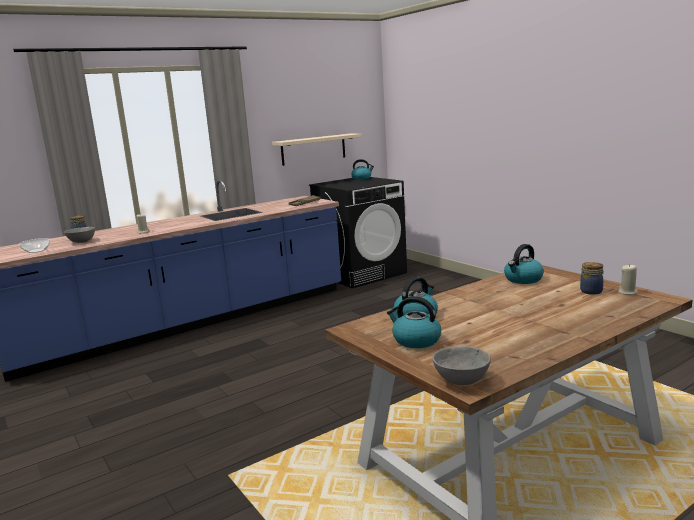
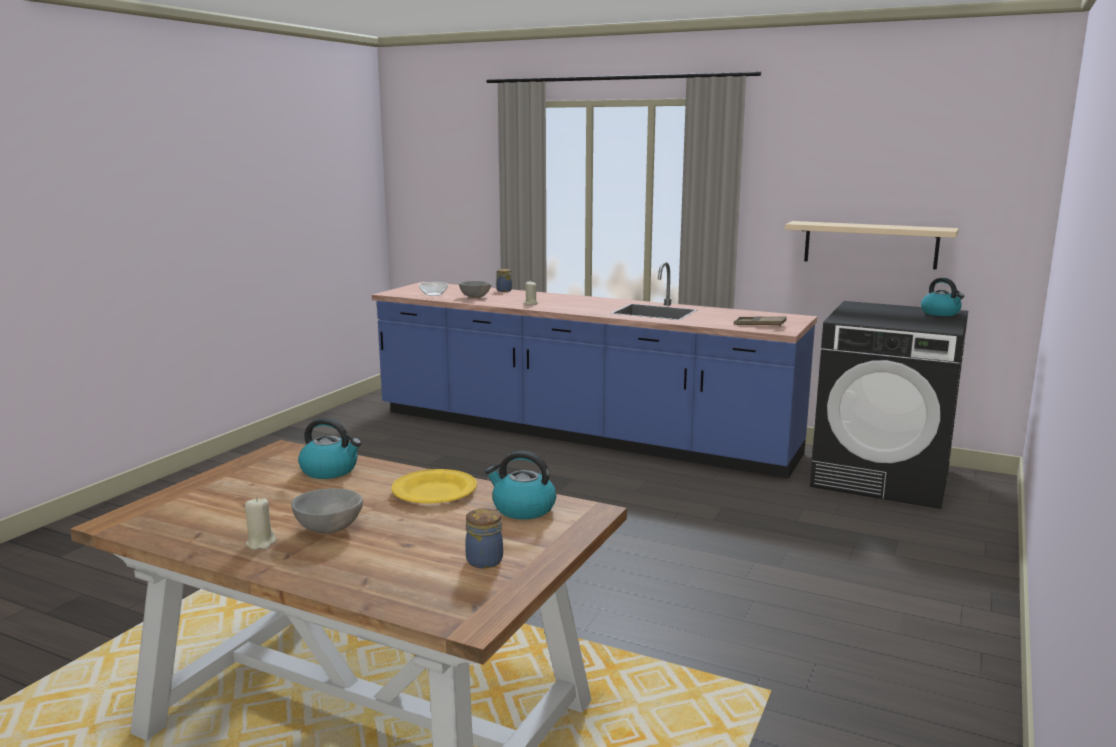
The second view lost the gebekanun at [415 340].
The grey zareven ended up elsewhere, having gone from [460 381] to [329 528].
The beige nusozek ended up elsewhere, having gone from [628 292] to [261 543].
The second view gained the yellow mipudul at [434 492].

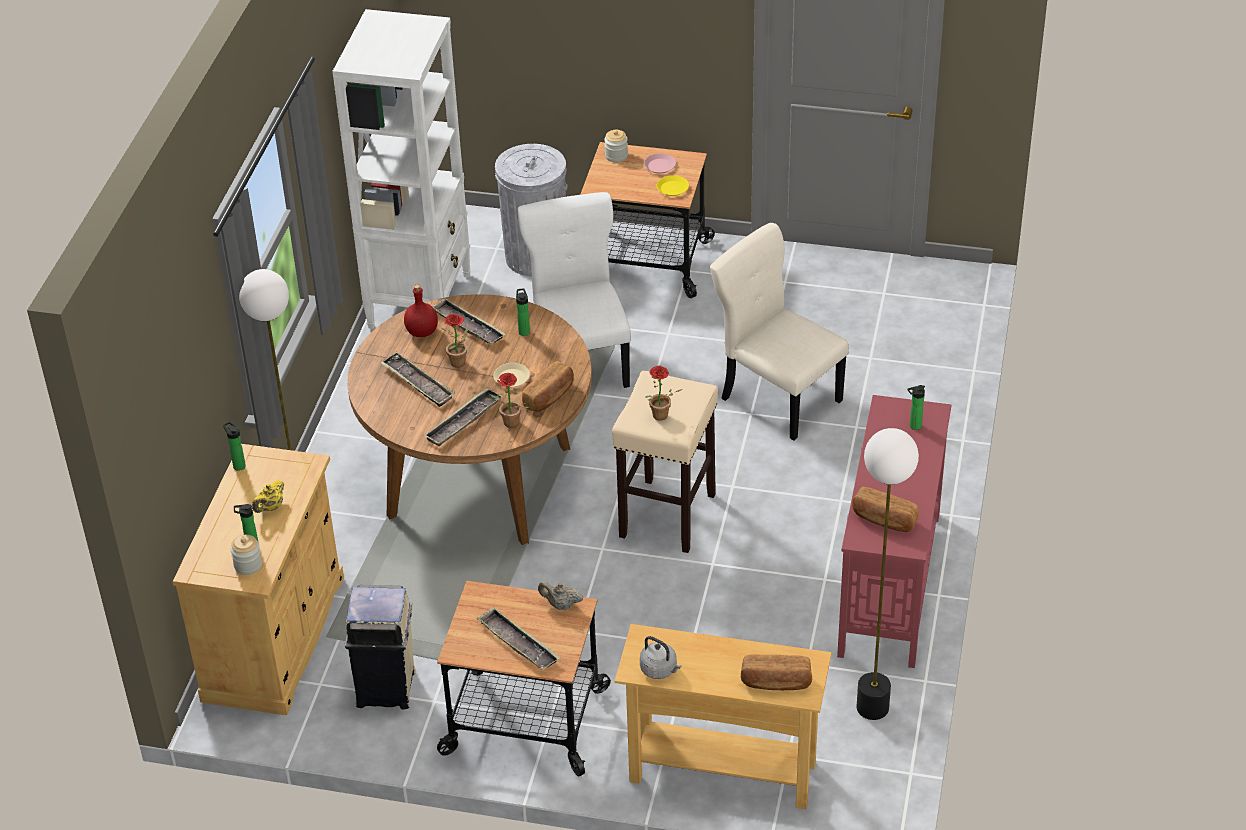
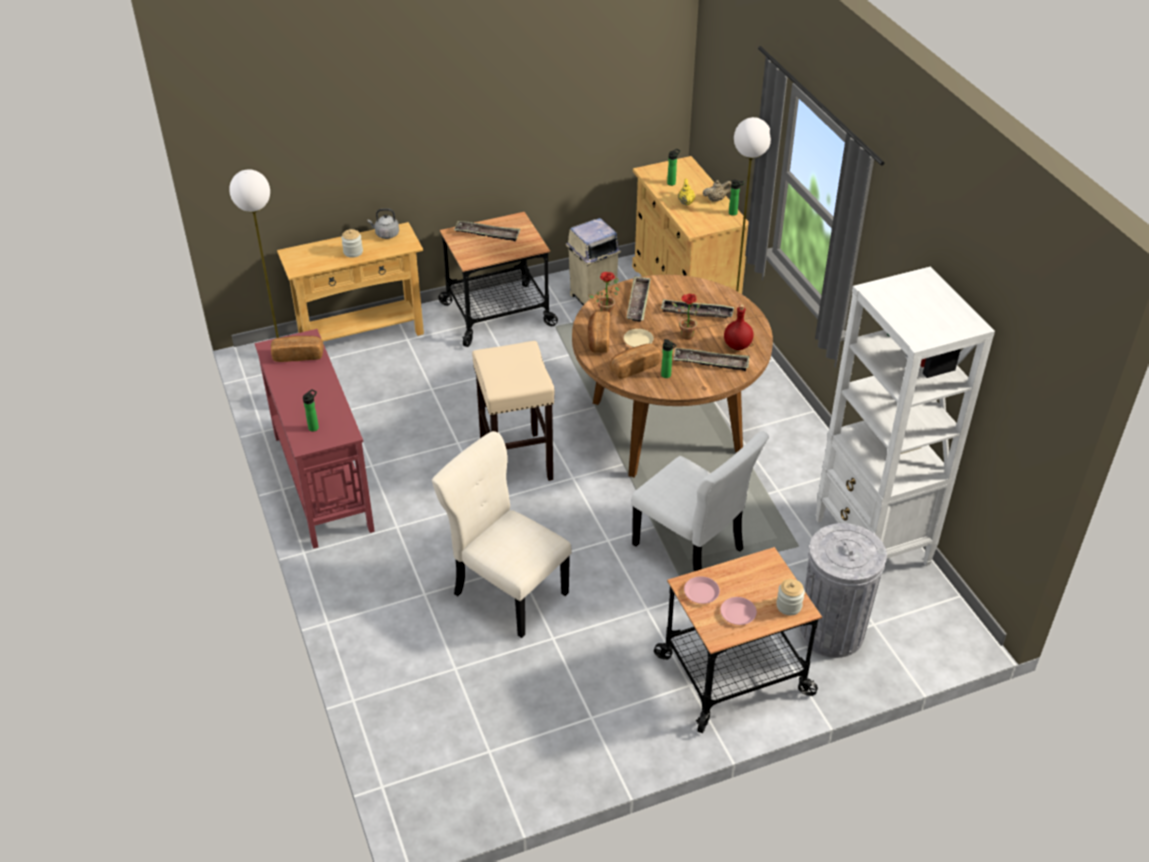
The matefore ended up elsewhere, having gone from [248 565] to [353 252].
The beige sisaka ended up elsewhere, having gone from [561 605] to [716 199].
The second view lost the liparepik at [660 418].
What was the yellow mipudul at [672 188] turned into the pink mipudul at [701 592].
The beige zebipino at [777 397] ended up facing another way, 150 degrees counterclockwise from before.
The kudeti ended up elsewhere, having gone from [776 682] to [634 367].

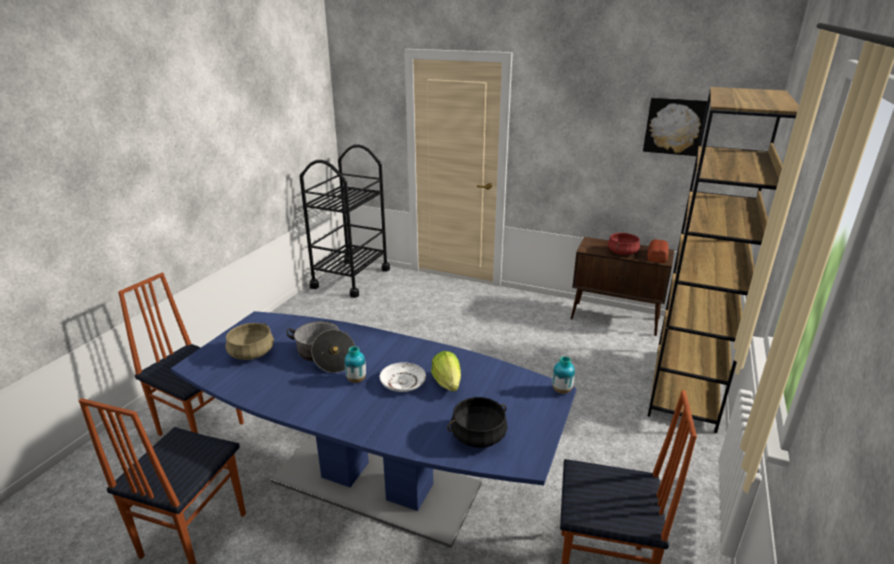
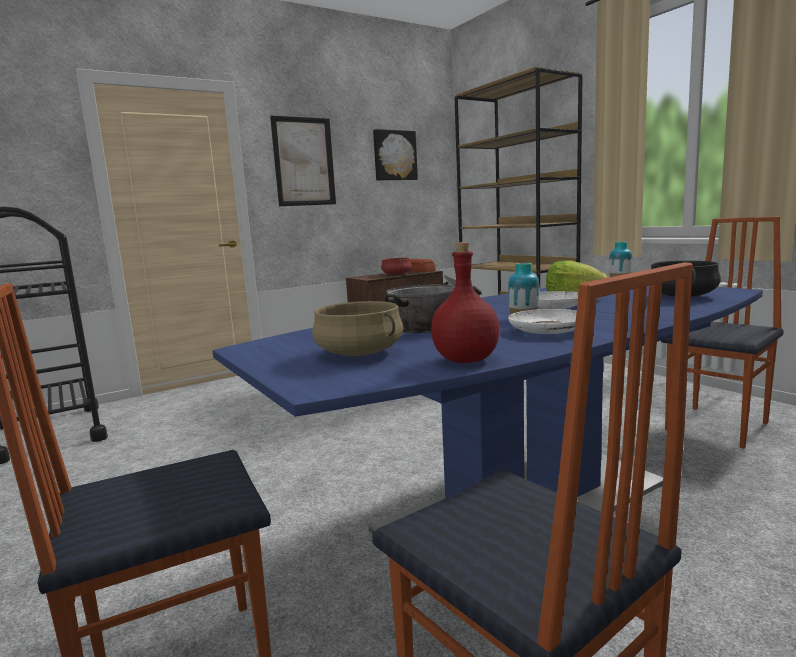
The second view gained the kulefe at [304 162].
The second view gained the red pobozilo at [465 360].
The second view gained the white mipudul at [547 330].

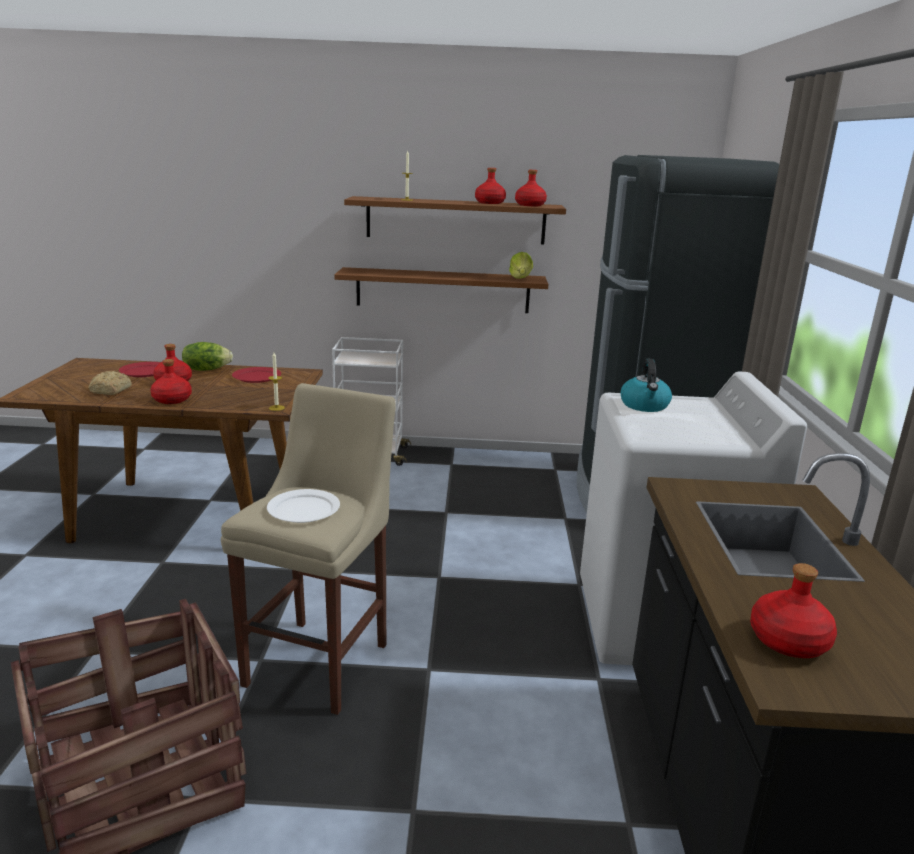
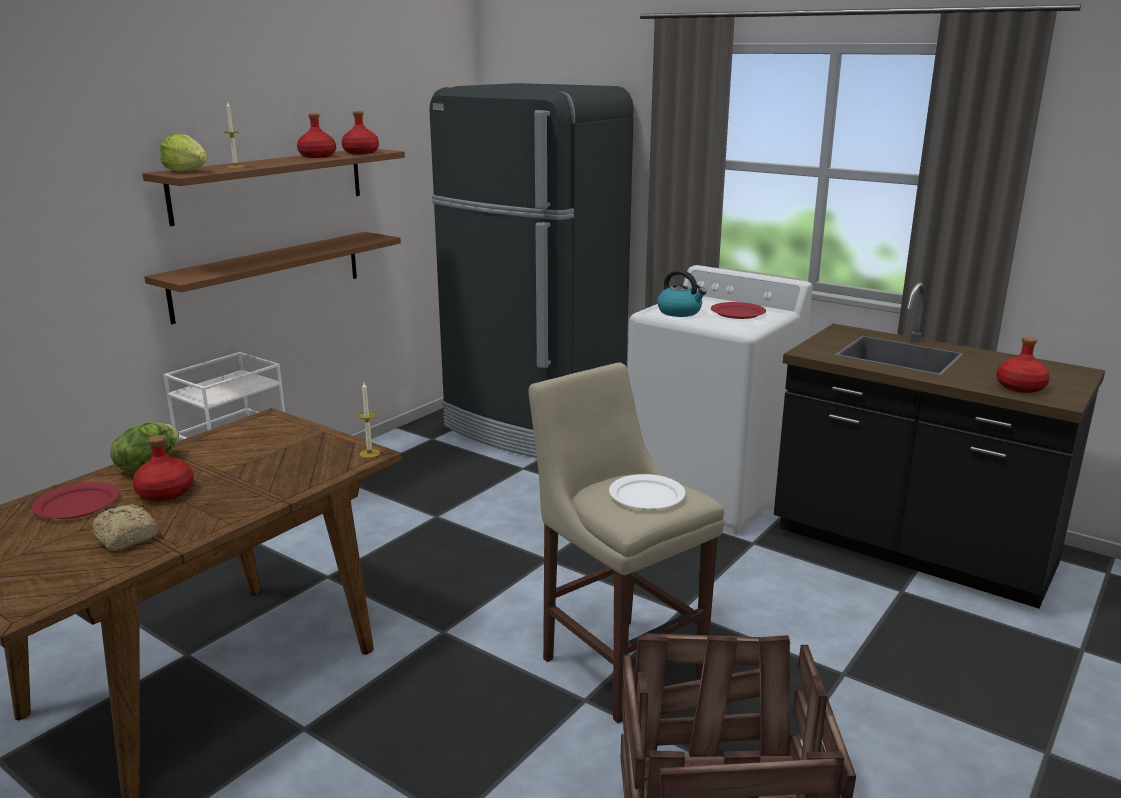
The second view lost the red pobozilo at [172 399].
The red mipudul ended up elsewhere, having gone from [256 377] to [738 313].
The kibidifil ended up elsewhere, having gone from [520 278] to [187 171].

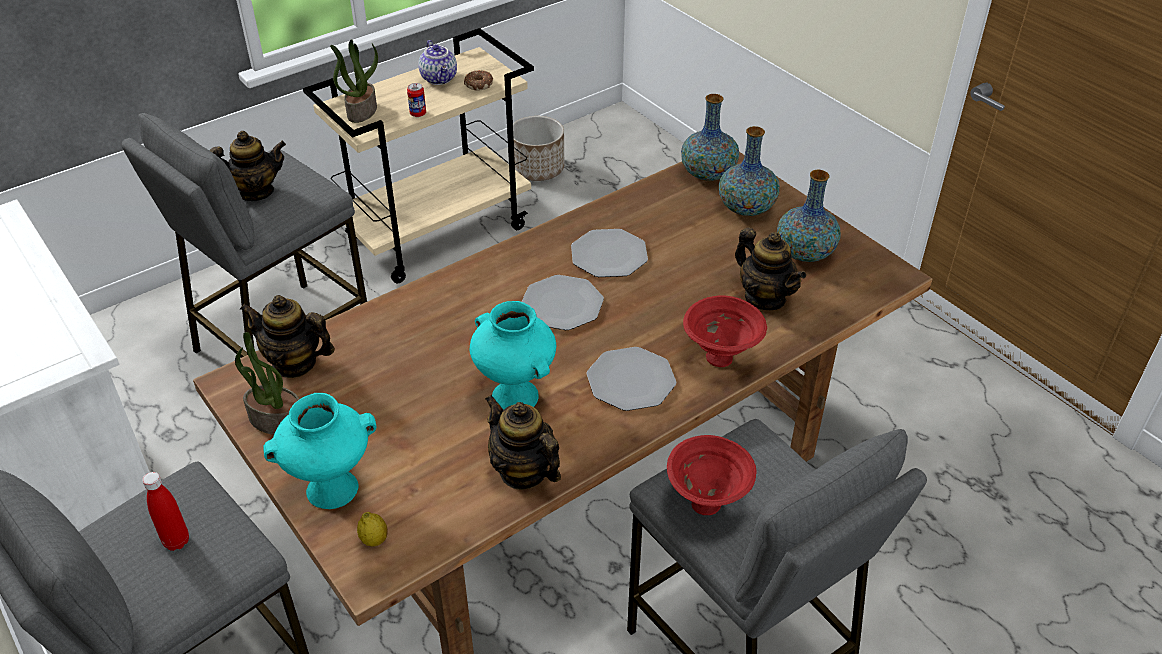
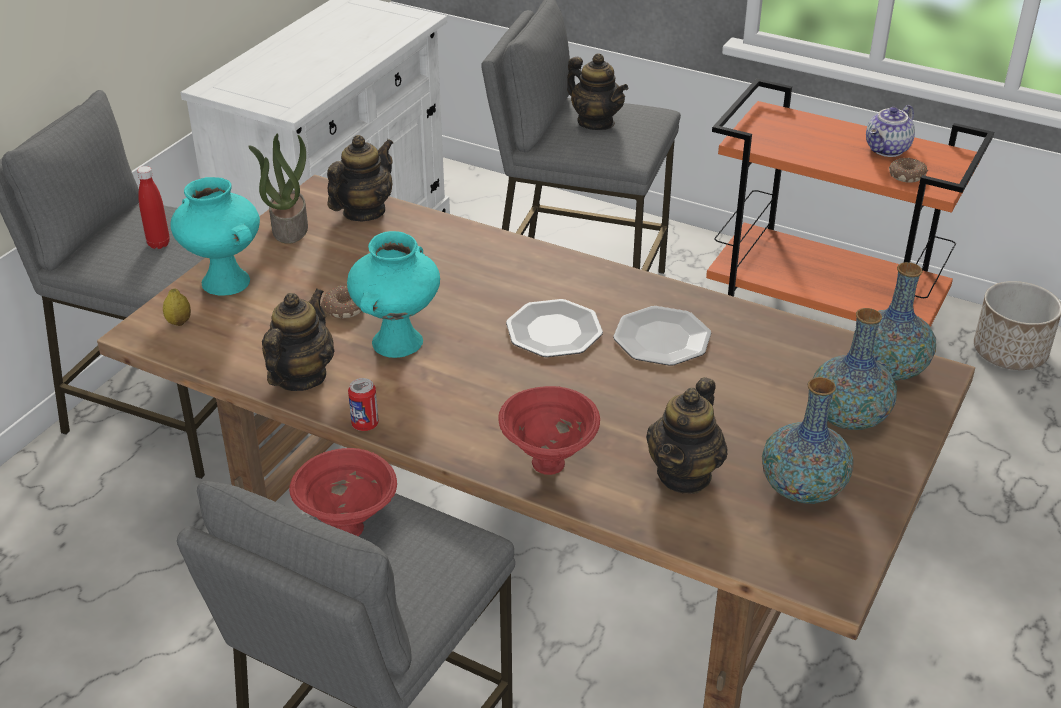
The sisaka at [294 363] ended up facing another way, 45 degrees clockwise from before.
What was the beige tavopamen at [438 231] turned into the orange tavopamen at [824 321].
The second view lost the liparepik at [361 111].
The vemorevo ended up elsewhere, having gone from [418 114] to [365 424].
The second view lost the mipudul at [631 380].
The second view gained the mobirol at [343 308].

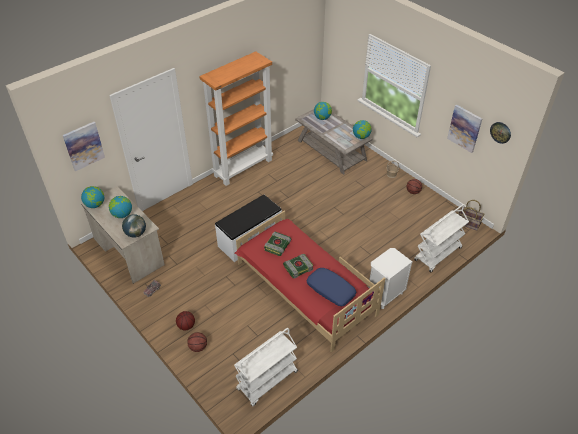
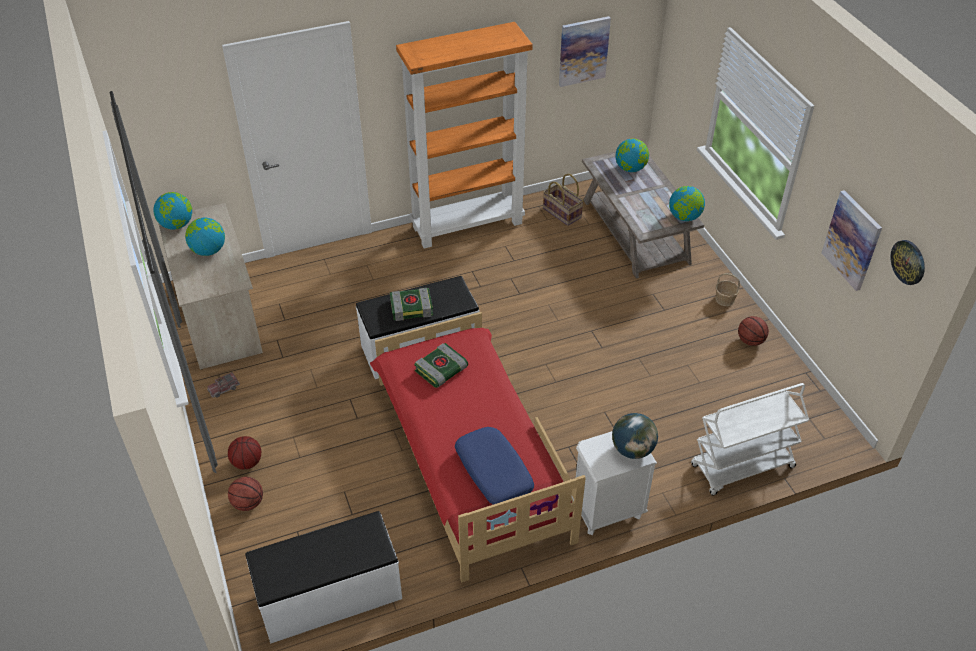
The kulefe ended up elsewhere, having gone from [84 146] to [583 51].
The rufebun ended up elsewhere, having gone from [135 233] to [632 449].
Where the white tavopamen stood at [267 381], the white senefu came to stand at [330 596].
The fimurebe ended up elsewhere, having gone from [298 267] to [412 307].
The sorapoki ended up elsewhere, having gone from [468 223] to [562 213].

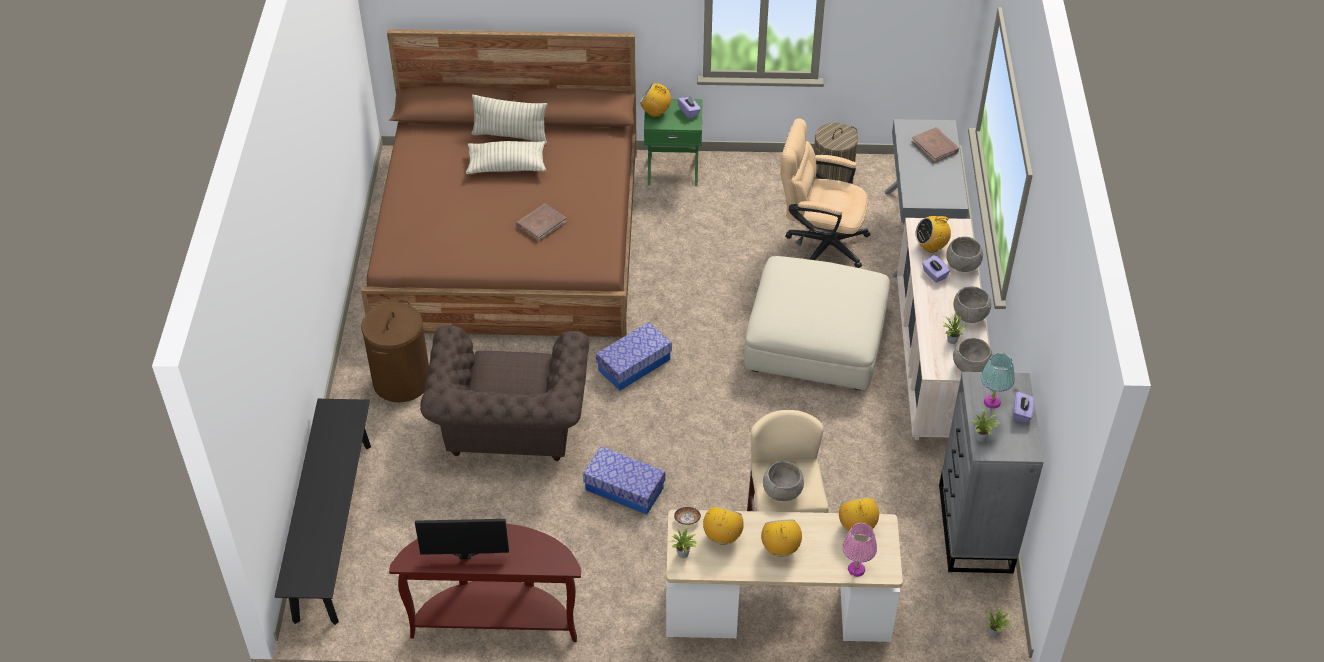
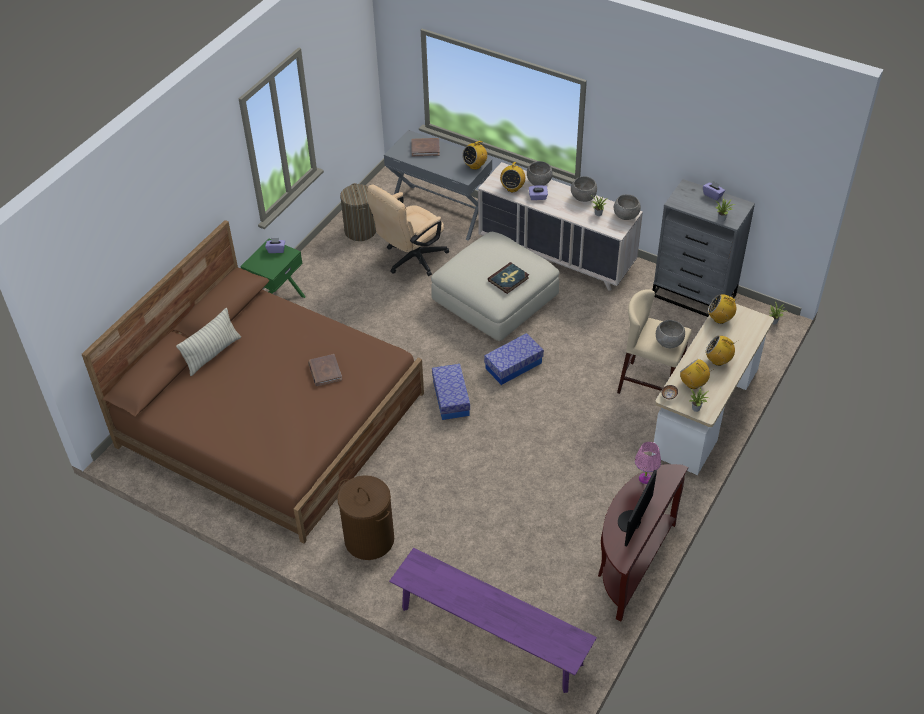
What was the black senefu at [333 530] turned into the purple senefu at [490 636].
The second view lost the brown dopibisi at [510 428].
The second view lost the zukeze at [507 166].
The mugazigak ended up elsewhere, having gone from [624 489] to [513 366].
The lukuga ended up elsewhere, having gone from [655 112] to [475 165].
The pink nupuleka ended up elsewhere, having gone from [856 569] to [645 478].
The second view lost the turquoise nupuleka at [992 402].
The second view gained the fimurebe at [508 279].

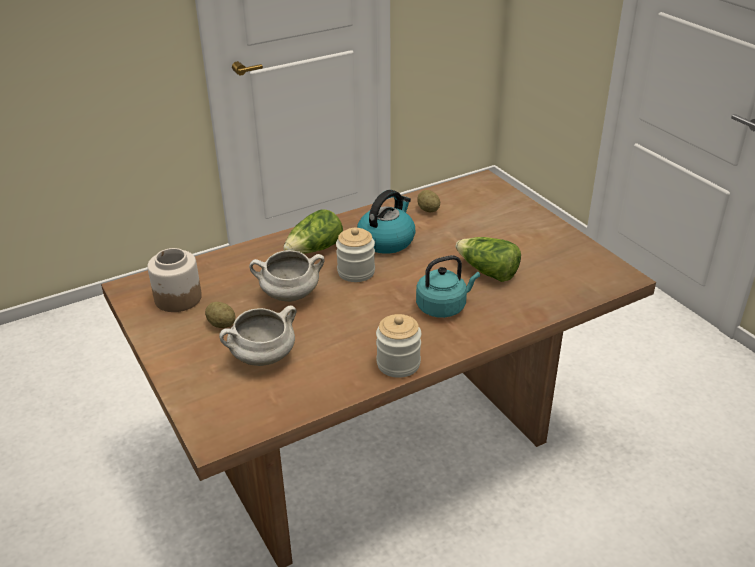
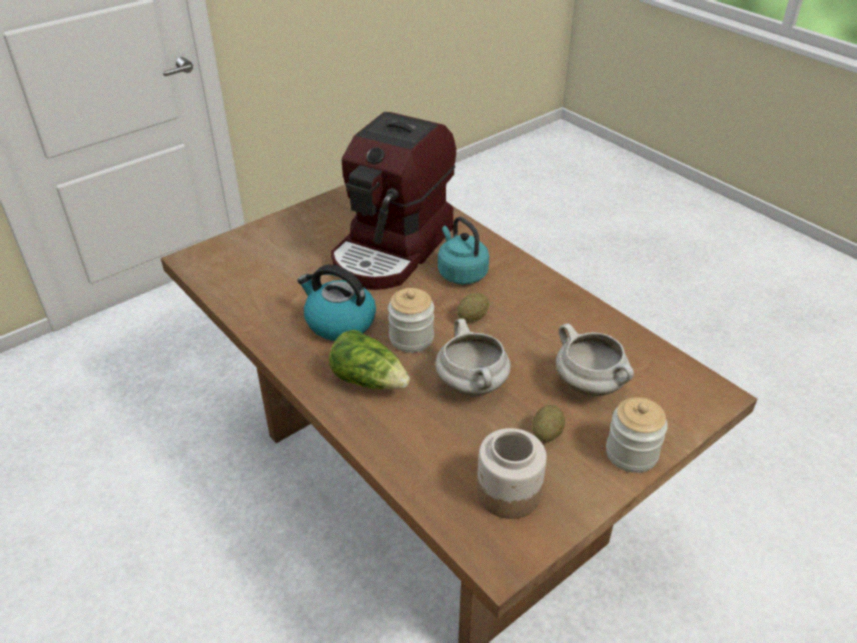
The matefore ended up elsewhere, having gone from [398 364] to [631 453].
The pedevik ended up elsewhere, having gone from [428 210] to [472 317].
Where the kibidifil stood at [487 272], the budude came to stand at [393 249].

